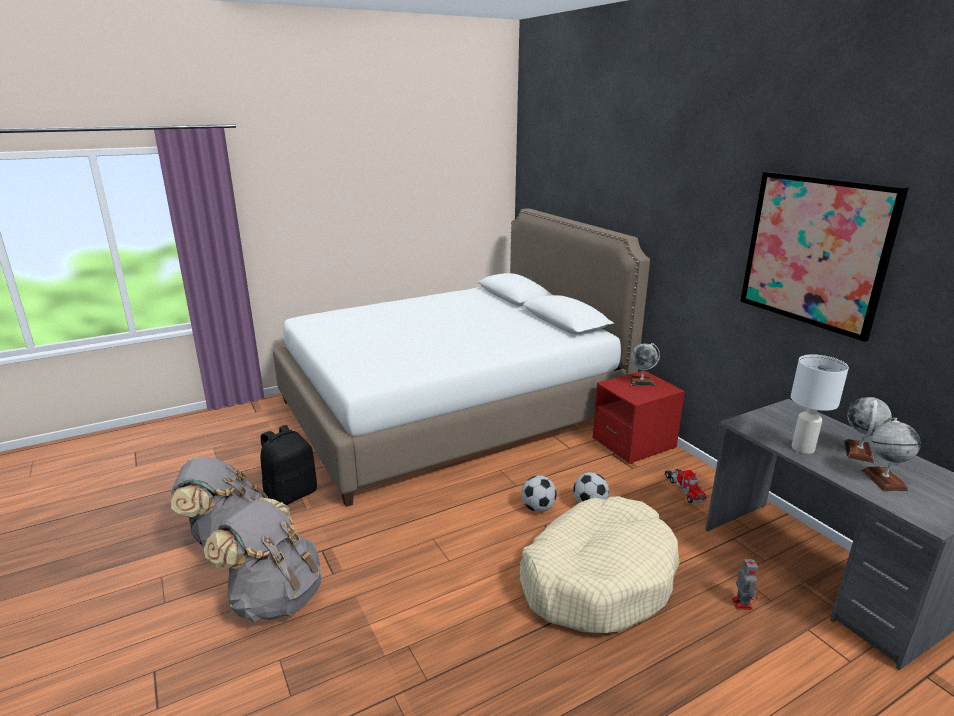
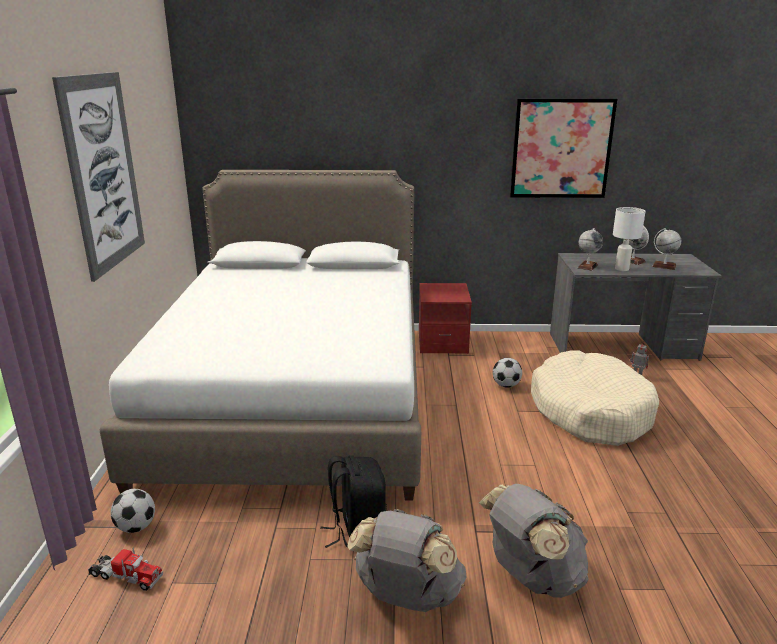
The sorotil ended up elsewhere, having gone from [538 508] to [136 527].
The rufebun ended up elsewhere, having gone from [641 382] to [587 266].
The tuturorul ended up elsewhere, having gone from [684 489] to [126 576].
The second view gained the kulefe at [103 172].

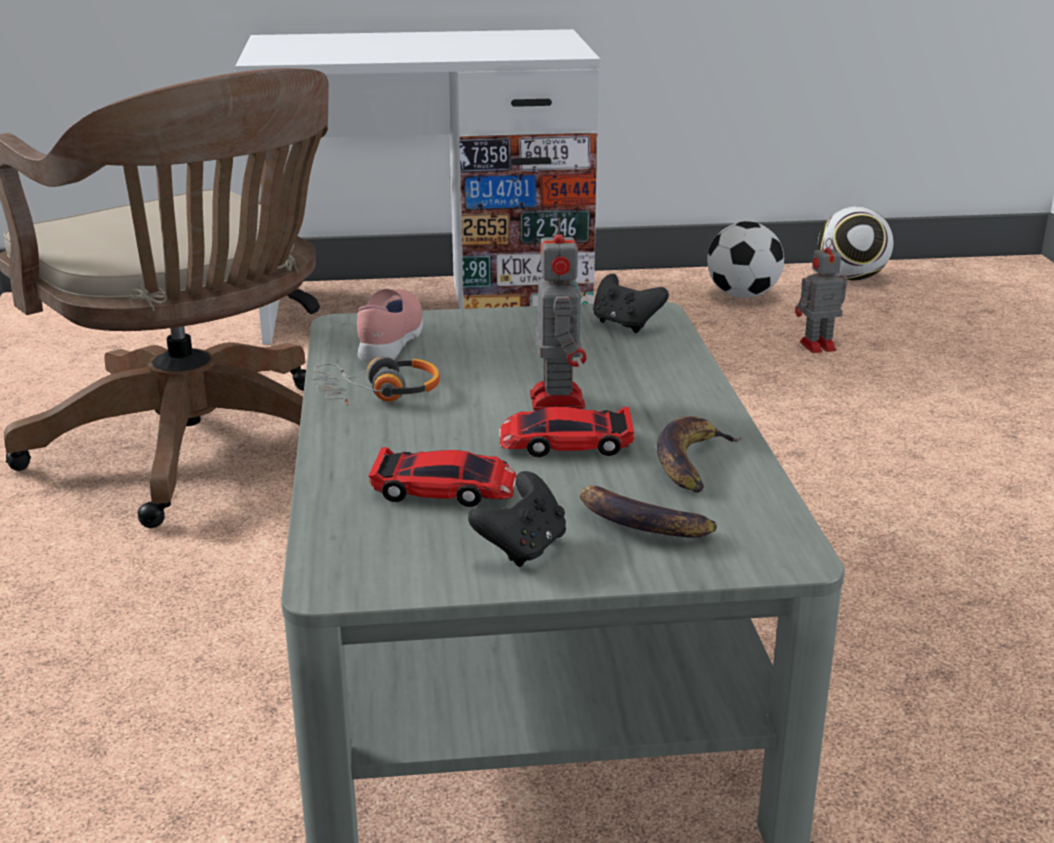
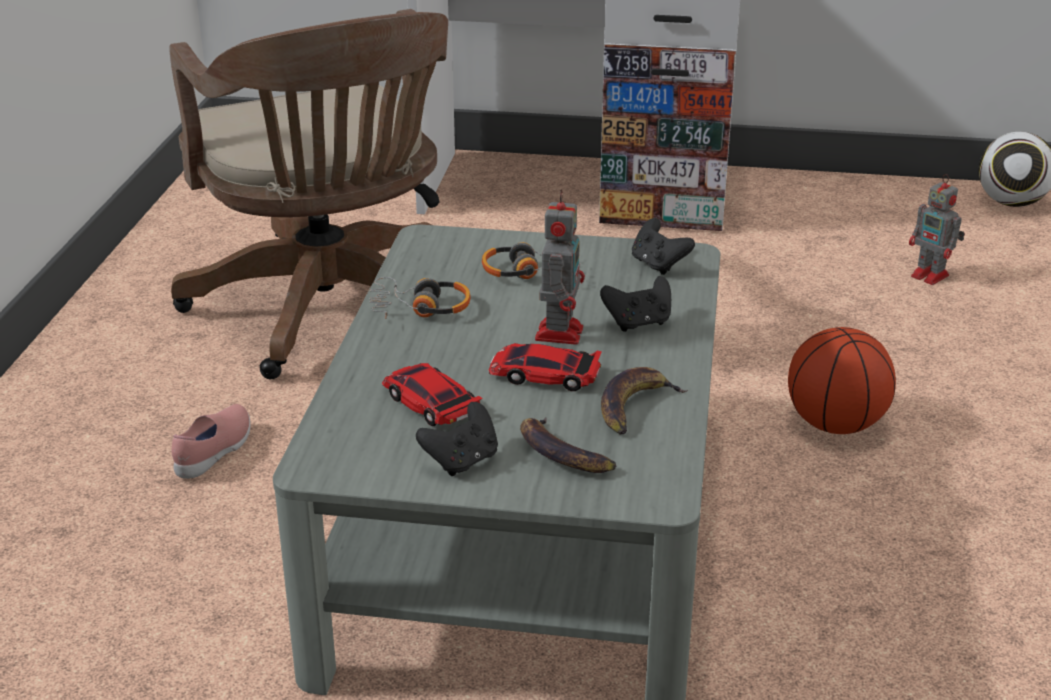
The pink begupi ended up elsewhere, having gone from [392 342] to [215 453].
The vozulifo at [444 489] ended up facing another way, 150 degrees counterclockwise from before.
The second view lost the sorotil at [742 295].
The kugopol at [815 346] ended up facing another way, 135 degrees counterclockwise from before.
The second view gained the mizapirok at [530 271].
The second view gained the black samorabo at [638 323].
The second view gained the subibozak at [835 425].

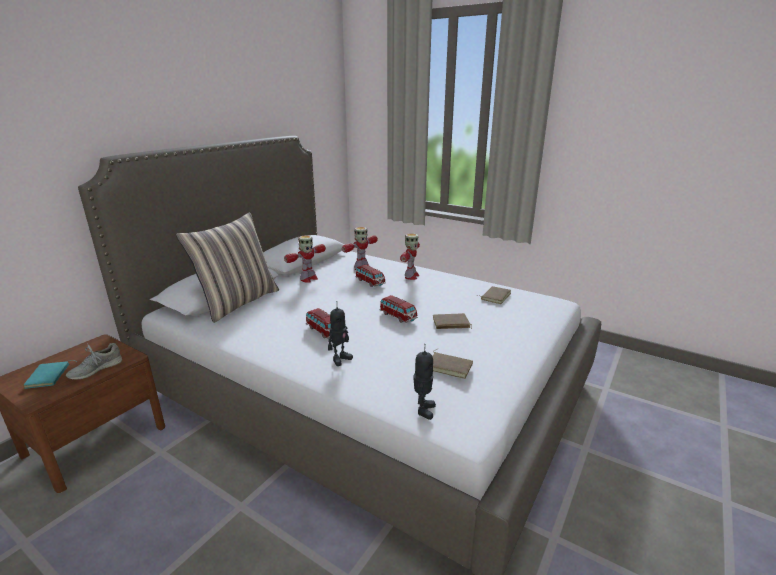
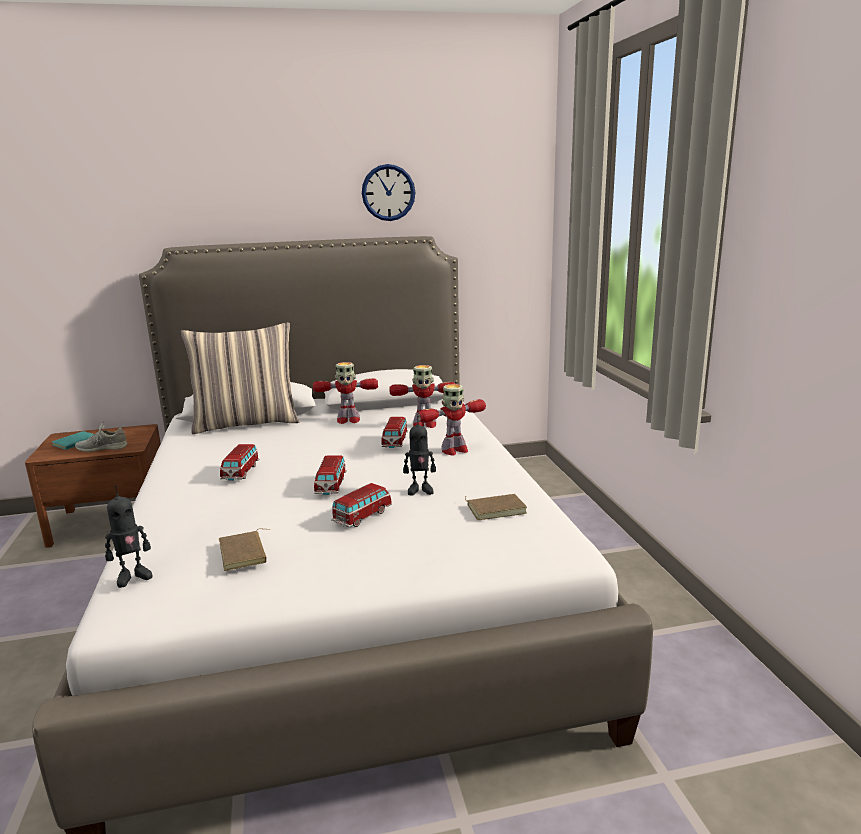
The kugopol ended up elsewhere, having gone from [340 359] to [420 490].
Where the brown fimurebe stood at [451 324], the vozulifo came to stand at [362 516].
The second view gained the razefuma at [388 192].

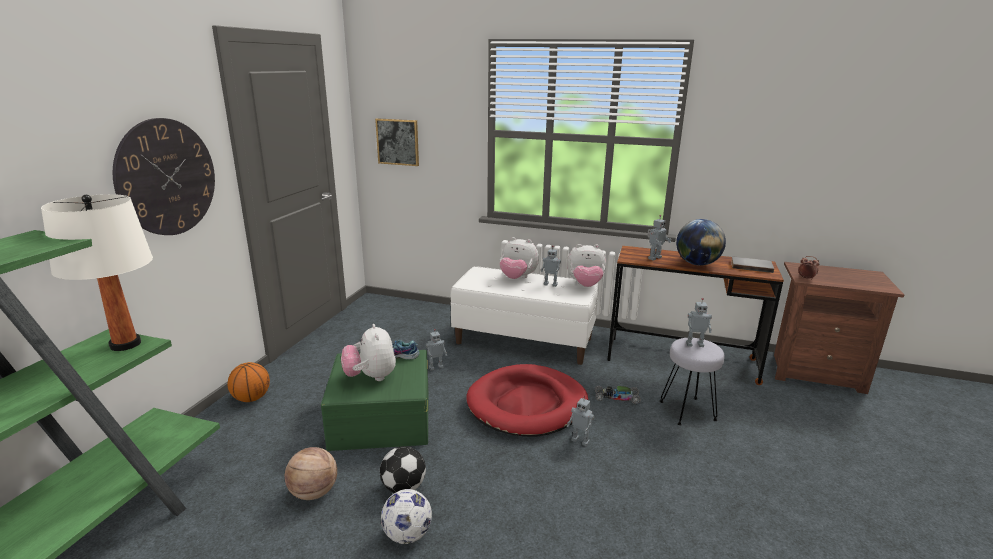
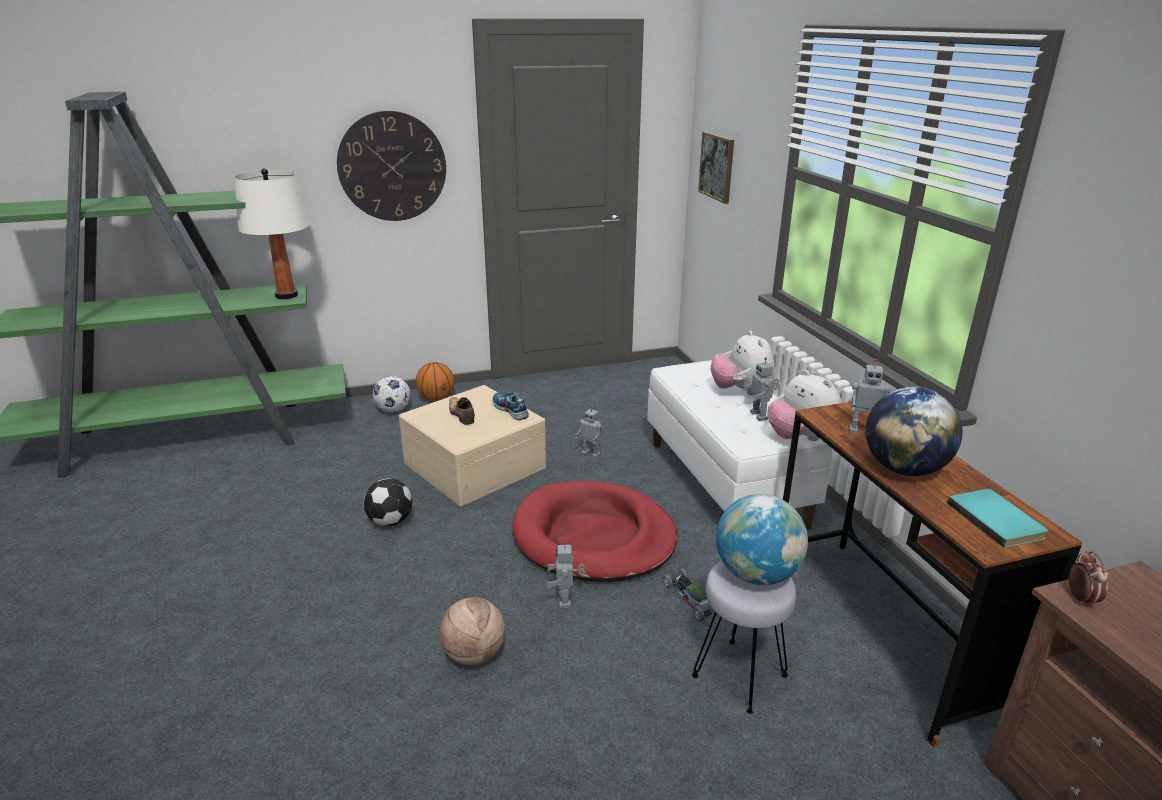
The subibozak ended up elsewhere, having gone from [314 492] to [474 654].
What was the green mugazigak at [381 418] turned into the beige mugazigak at [473 465].
Where the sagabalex stood at [371 377], the begupi came to stand at [461 415].
The sorotil ended up elsewhere, having gone from [407 534] to [393 410].
Where the kugopol stood at [694 344], the rufebun came to stand at [756 574].
What was the grey fimurebe at [751 266] turned into the turquoise fimurebe at [997 520].

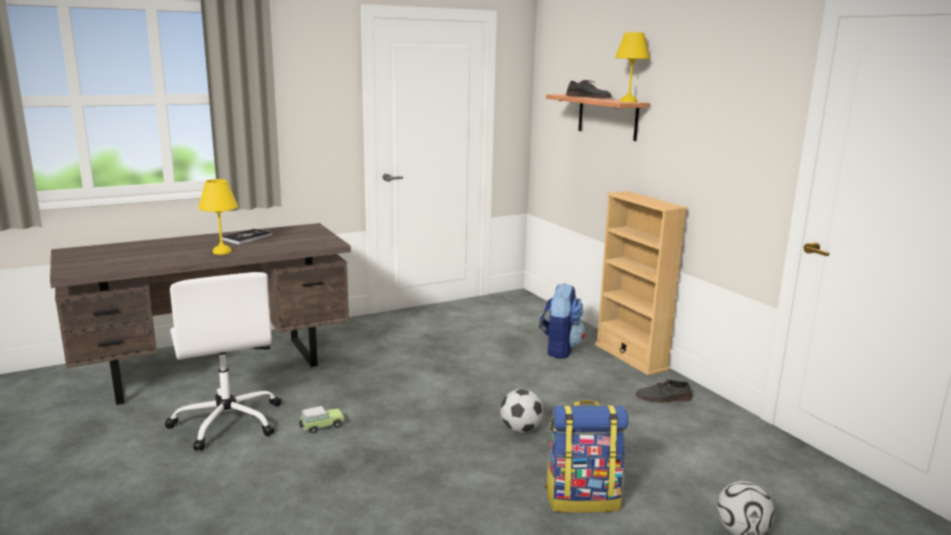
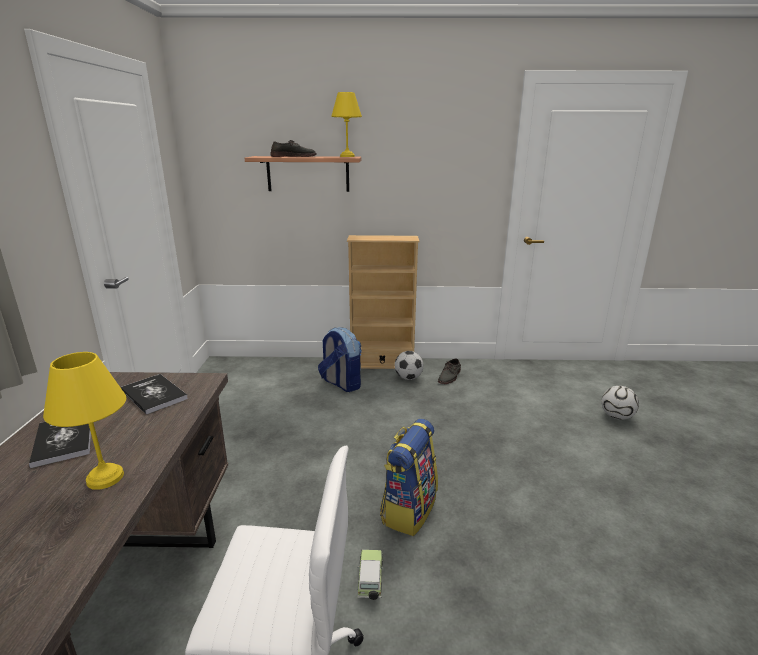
The sorotil ended up elsewhere, having gone from [520 429] to [408 378].
The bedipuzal ended up elsewhere, having gone from [583 498] to [408 509].
The second view gained the fimurebe at [154 395].

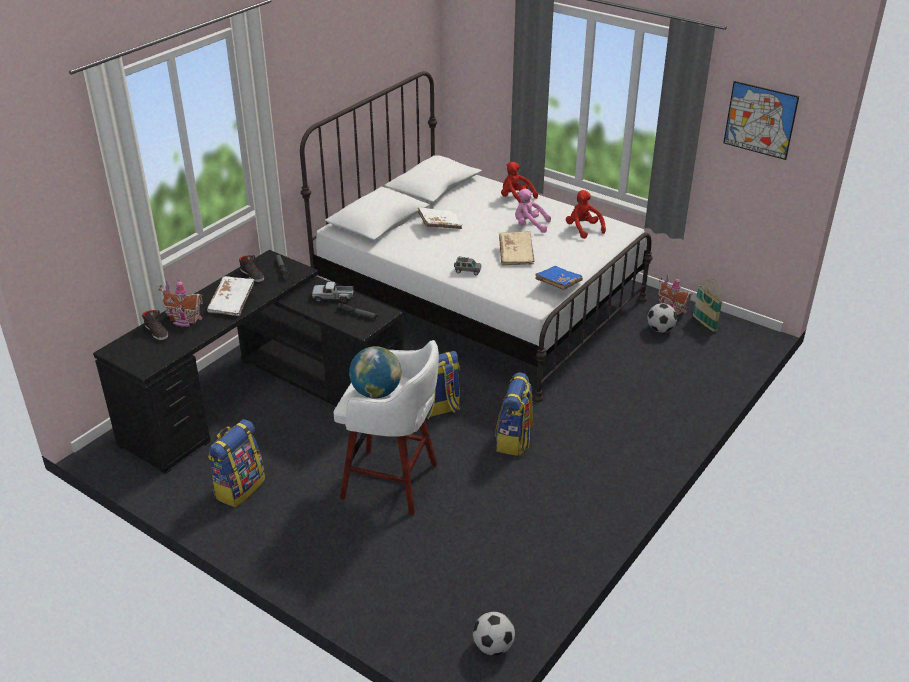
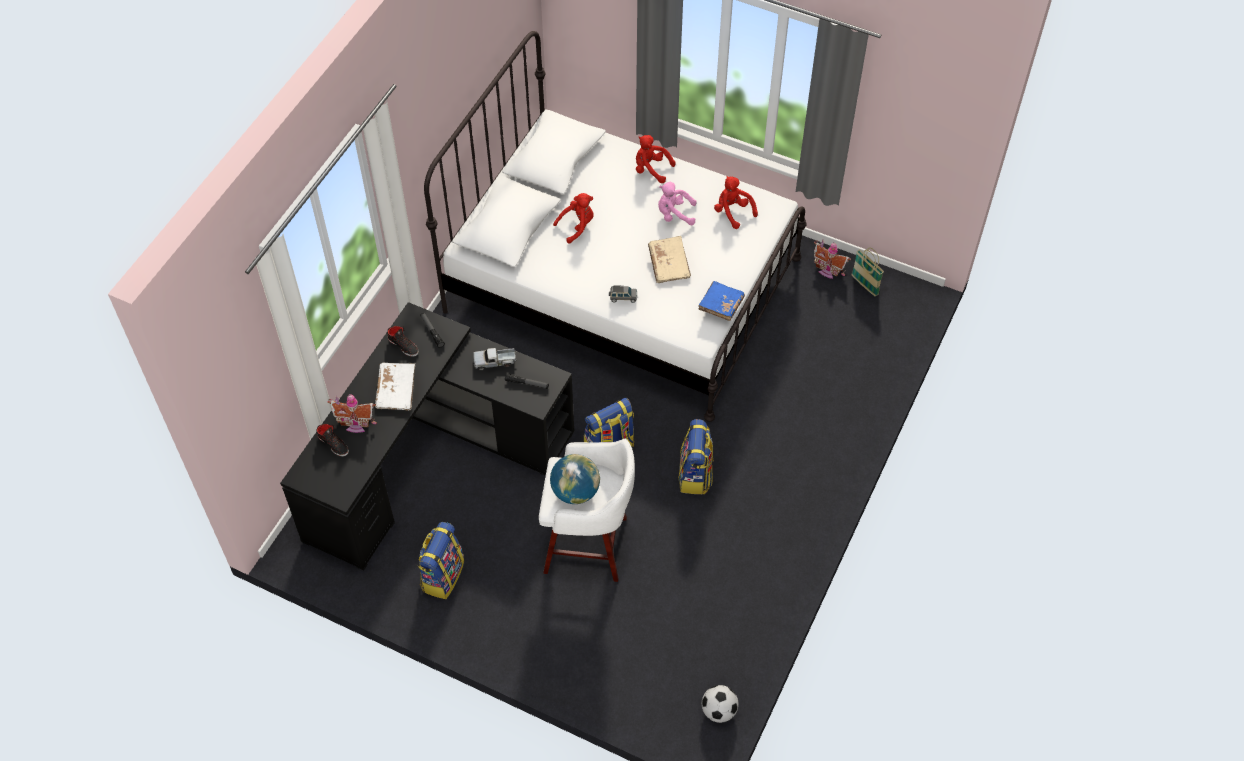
Where the white fimurebe stood at [440 225], the red sagabalex came to stand at [577 226].
The second view lost the sorotil at [660 329].
The second view lost the kulefe at [760 120].

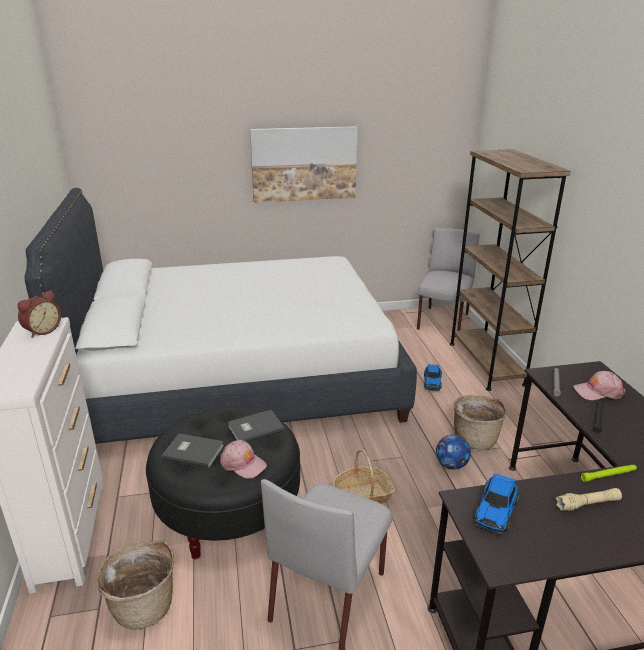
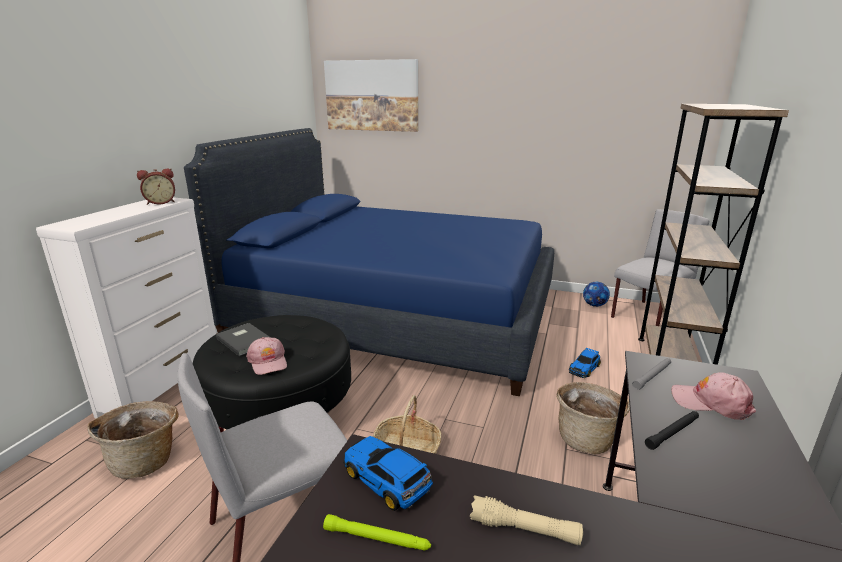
What was the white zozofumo at [239 379] turned into the blue zozofumo at [396 316].
The second view lost the grey fimurebe at [254 428].
The kulefe ended up elsewhere, having gone from [304 164] to [372 95].
The sorotil ended up elsewhere, having gone from [451 465] to [594 305].
The vozulifo at [495 510] ended up facing another way, 75 degrees clockwise from before.
The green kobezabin ended up elsewhere, having gone from [609 475] to [377 538].

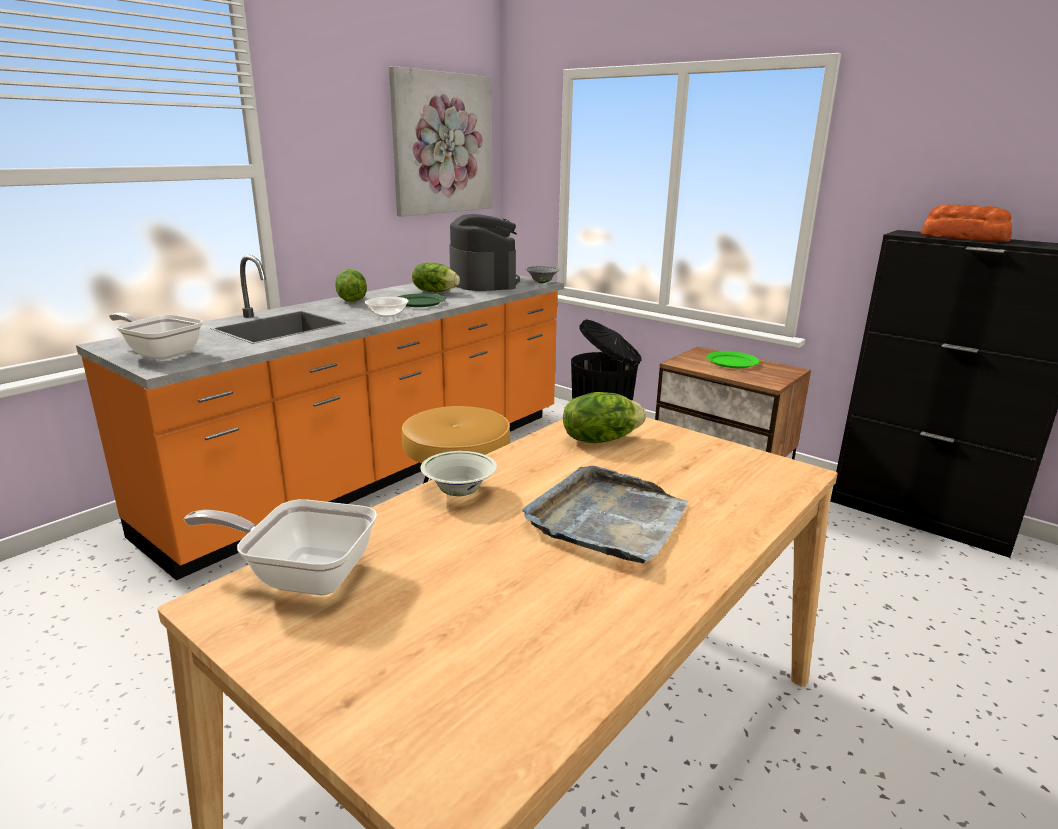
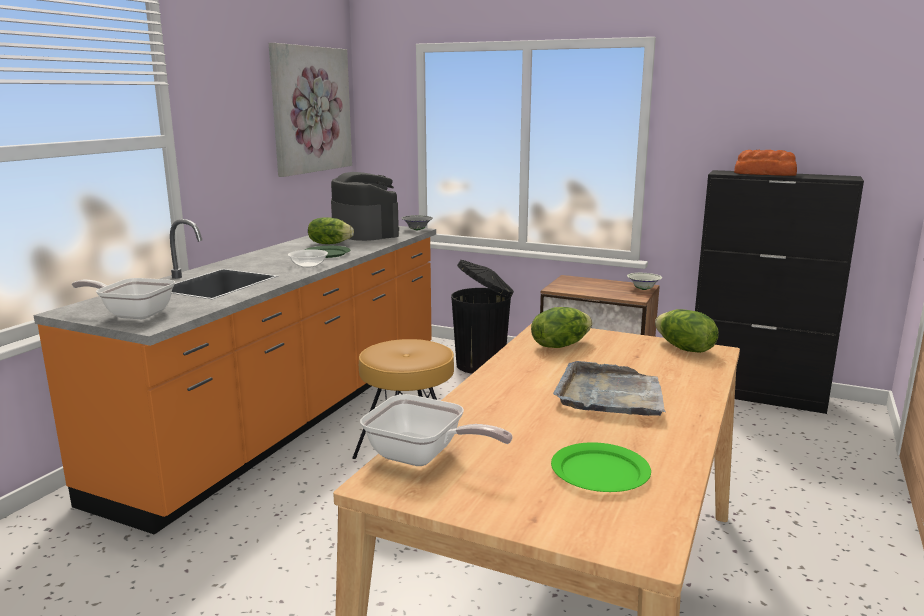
The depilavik at [302 574] ended up facing another way, 150 degrees counterclockwise from before.
The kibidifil ended up elsewhere, having gone from [351 300] to [684 348].
The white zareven ended up elsewhere, having gone from [459 492] to [643 289].
The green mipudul ended up elsewhere, having gone from [732 362] to [600 471].

